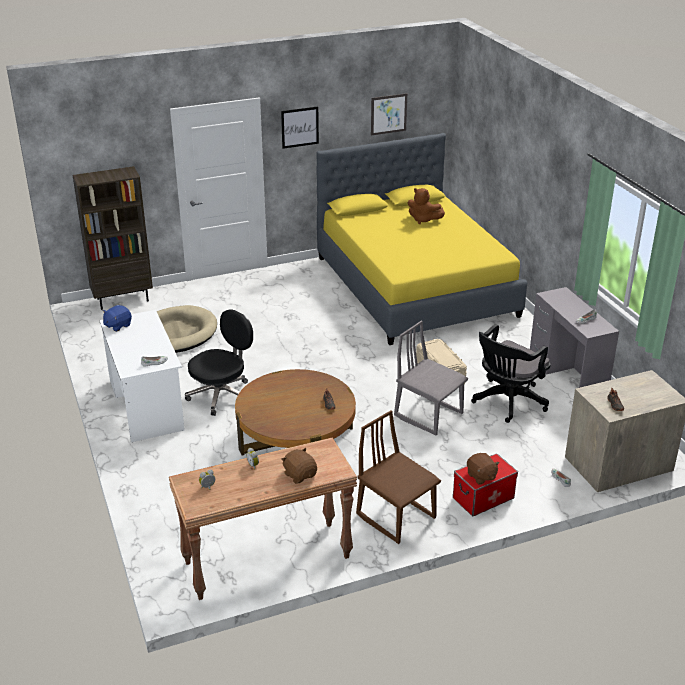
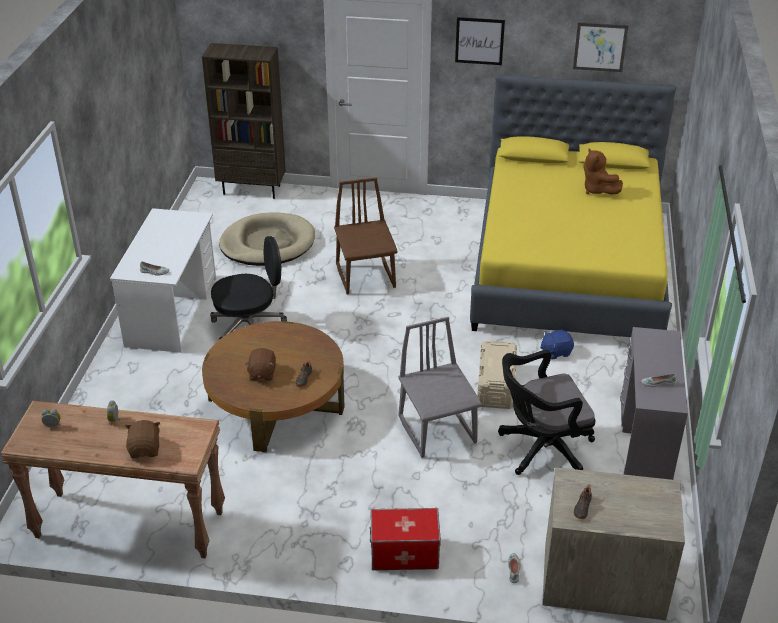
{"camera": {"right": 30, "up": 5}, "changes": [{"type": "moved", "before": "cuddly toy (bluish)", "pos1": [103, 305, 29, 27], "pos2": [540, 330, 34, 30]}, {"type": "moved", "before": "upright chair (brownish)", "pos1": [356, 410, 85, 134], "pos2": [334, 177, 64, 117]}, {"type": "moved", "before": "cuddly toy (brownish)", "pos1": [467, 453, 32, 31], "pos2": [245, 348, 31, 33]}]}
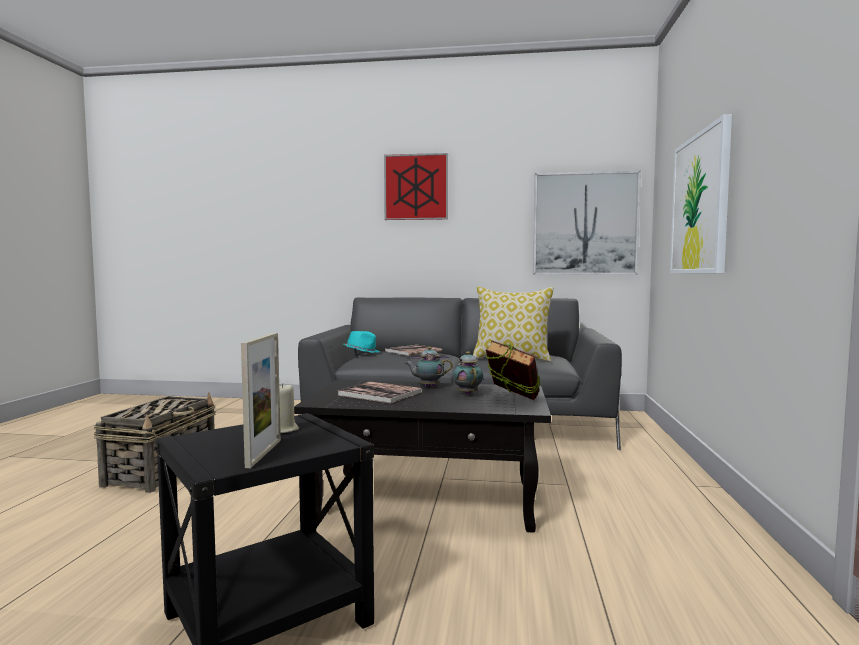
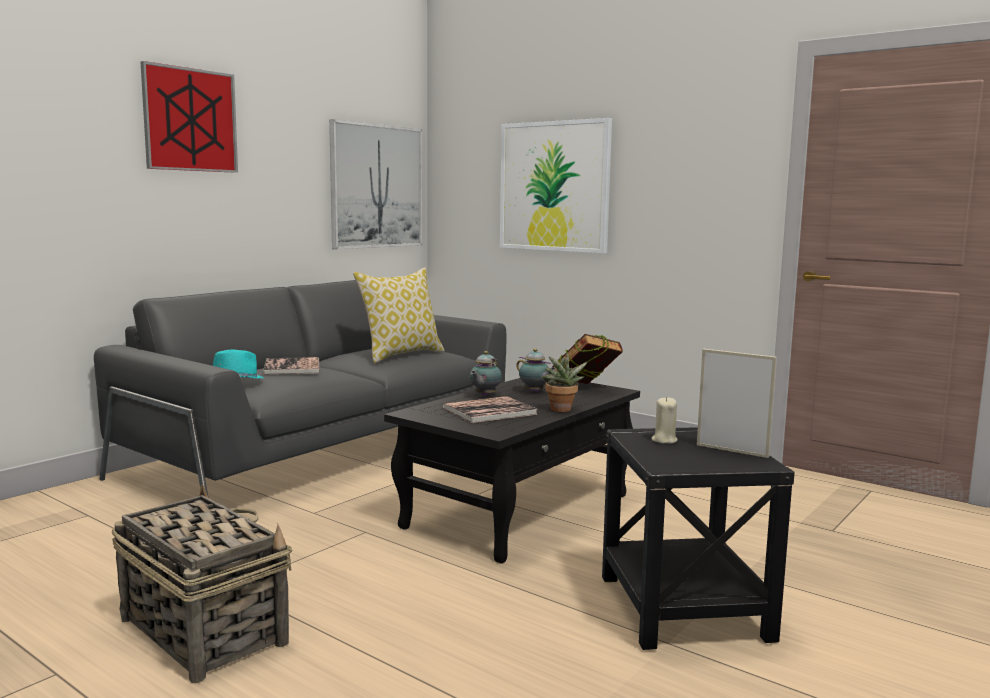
{"camera": {"right": -60, "up": 5}, "changes": [{"type": "added", "after": "plant in a pot", "pos2": [542, 352, 45, 60]}, {"type": "turned", "before": "tea pot", "pos1": [453, 351, 30, 44], "pos2": [516, 348, 40, 45], "turn": -150}]}
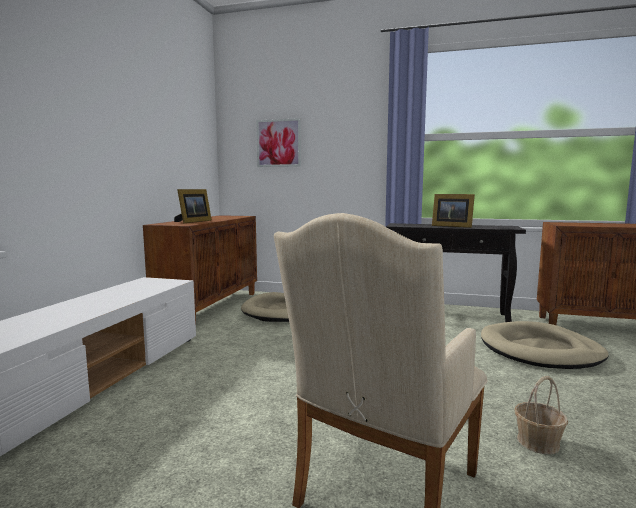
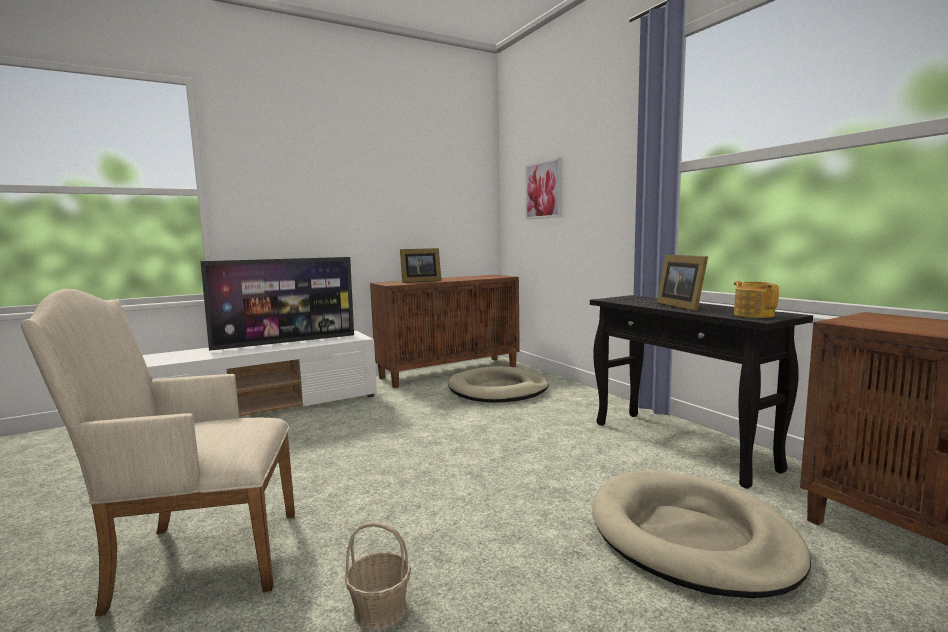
{"camera": {"right": 45, "up": 0}, "changes": [{"type": "added", "after": "television", "pos2": [201, 257, 153, 94]}, {"type": "added", "after": "tea pot", "pos2": [734, 281, 45, 37]}]}
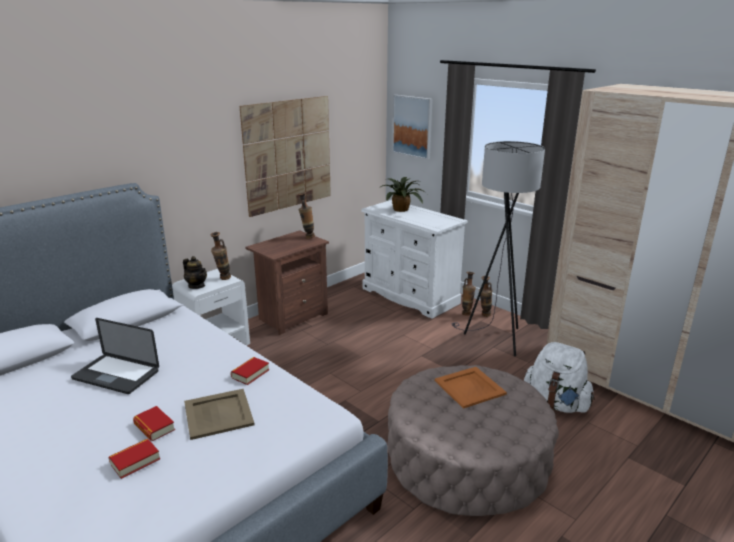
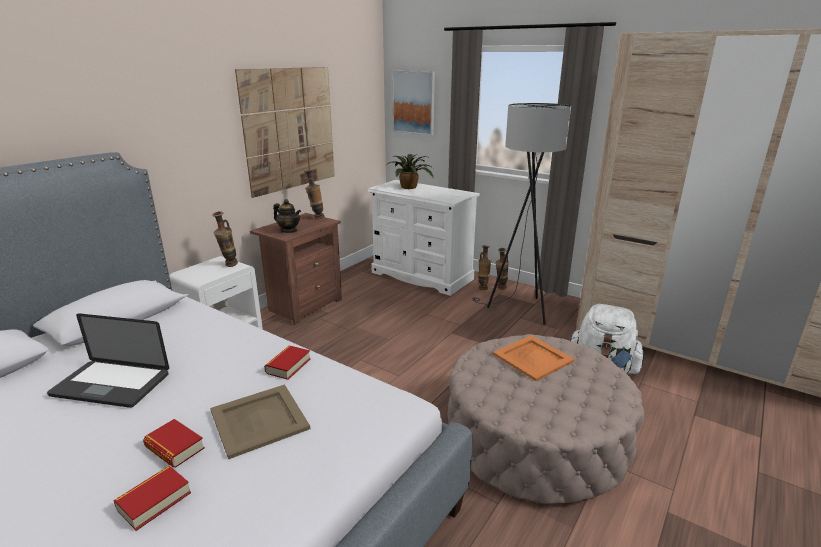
{"camera": {"right": -10, "up": 0}, "changes": [{"type": "moved", "before": "tea pot", "pos1": [183, 256, 24, 33], "pos2": [273, 199, 28, 34]}]}
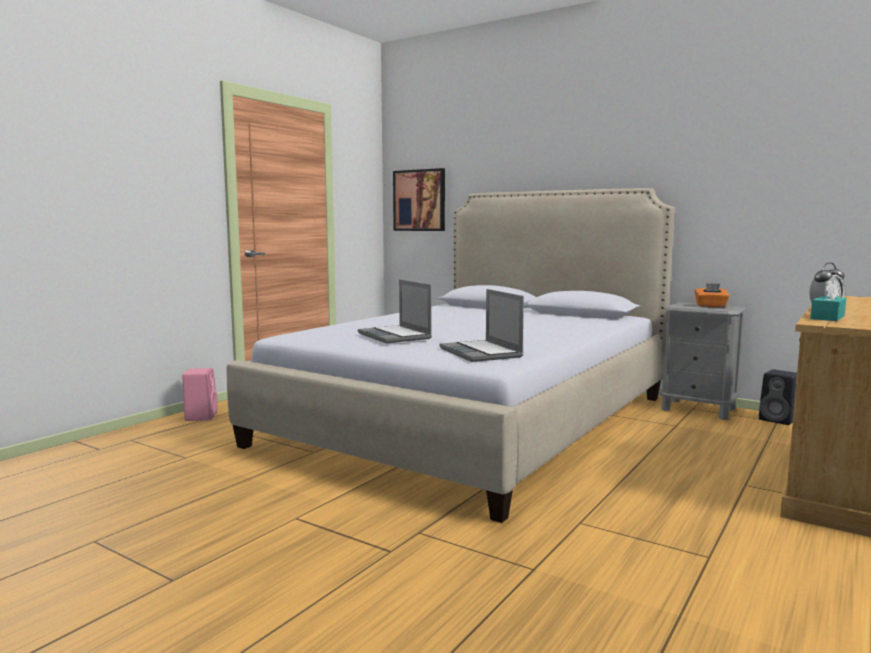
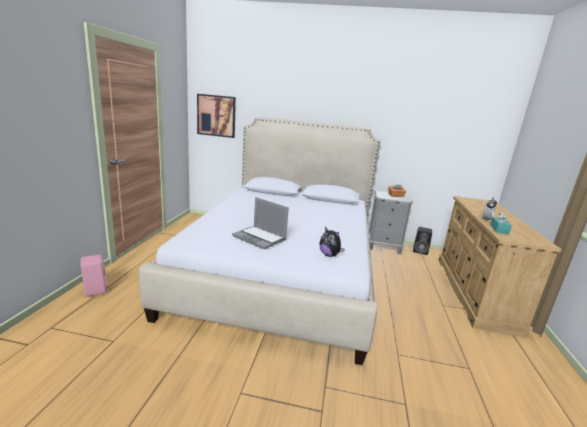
{"camera": {"right": -25, "up": 10}, "changes": [{"type": "replaced", "before": "portable computer", "after": "cuddly toy", "pos1": [439, 289, 85, 73], "pos2": [320, 227, 25, 30]}]}
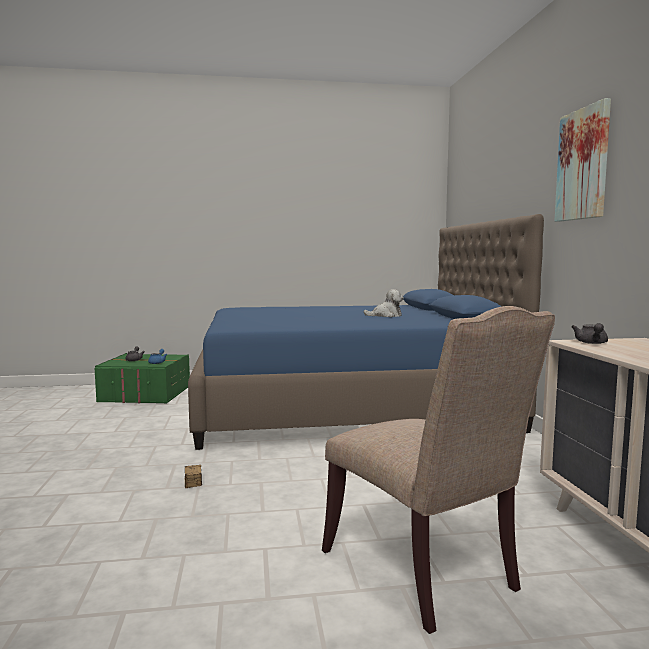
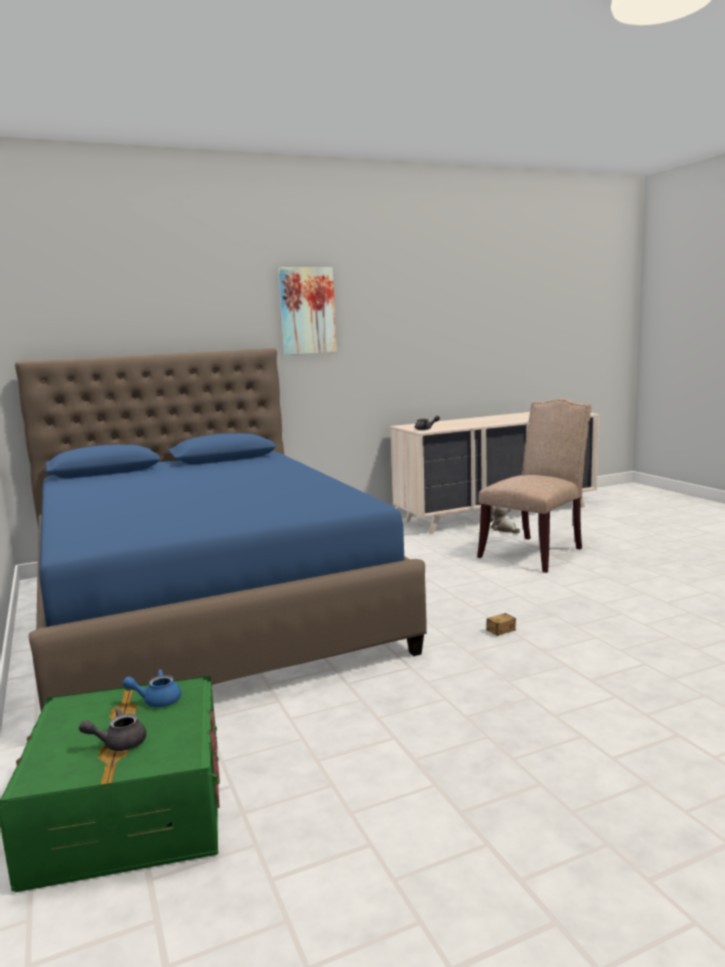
{"camera": {"right": -105, "up": 5}, "changes": [{"type": "moved", "before": "cuddly toy", "pos1": [363, 289, 41, 28], "pos2": [490, 506, 30, 28]}]}
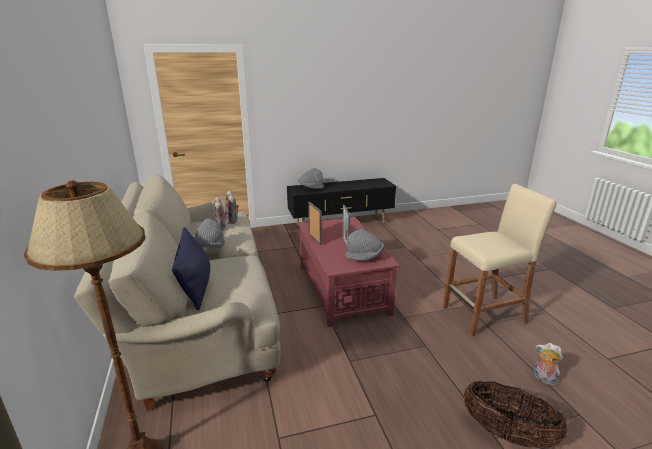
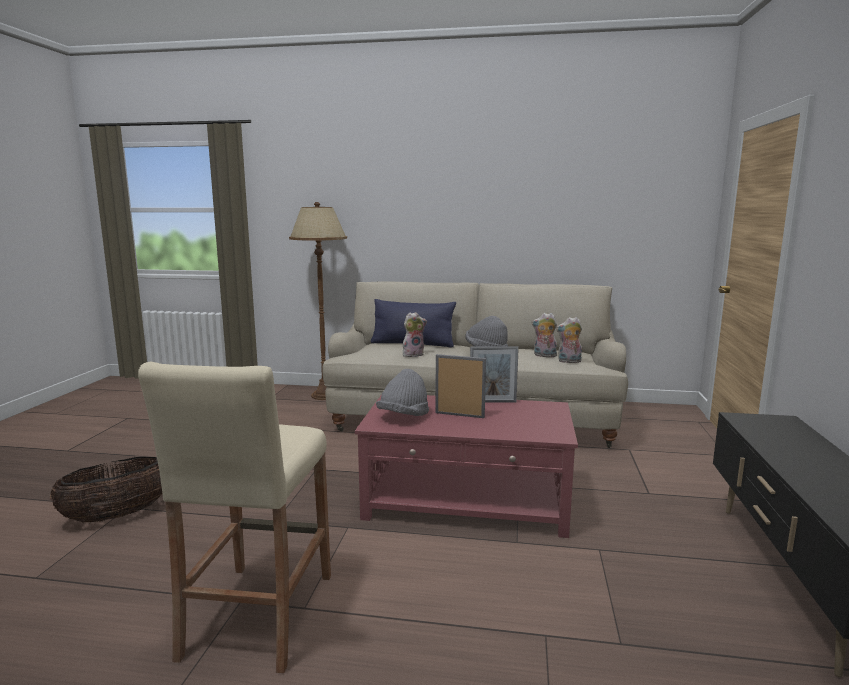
{"camera": {"right": 115, "up": -10}, "changes": [{"type": "removed", "before": "clothing hat (gray)", "pos1": [298, 168, 26, 21]}, {"type": "moved", "before": "cuddly toy", "pos1": [534, 343, 29, 43], "pos2": [403, 312, 24, 45]}]}
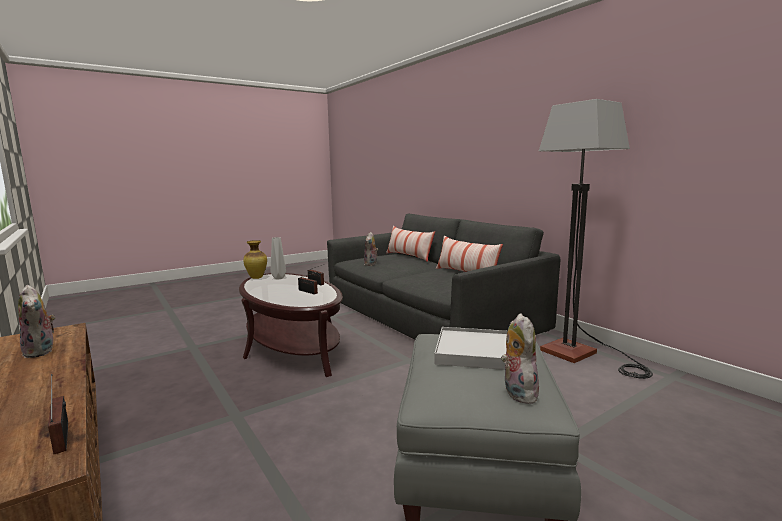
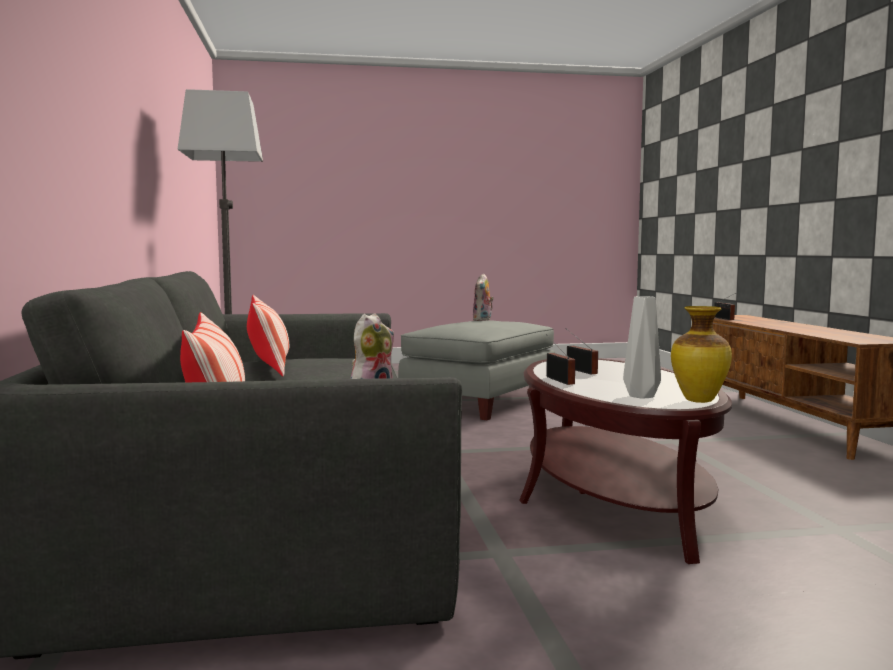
{"camera": {"right": -155, "up": -5}, "changes": [{"type": "removed", "before": "cuddly toy", "pos1": [18, 285, 37, 73]}, {"type": "removed", "before": "tray (white-coloured)", "pos1": [434, 327, 73, 43]}]}
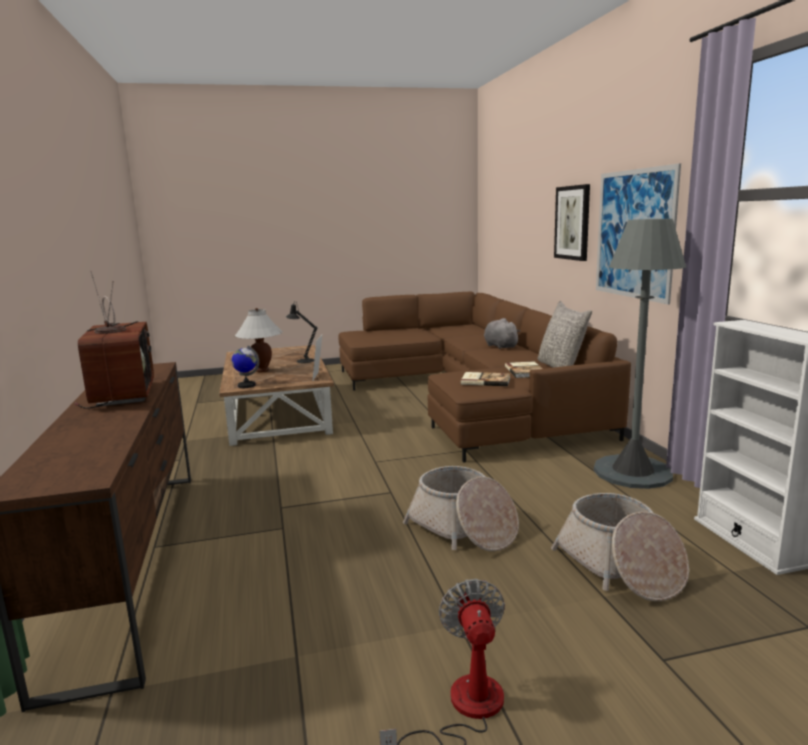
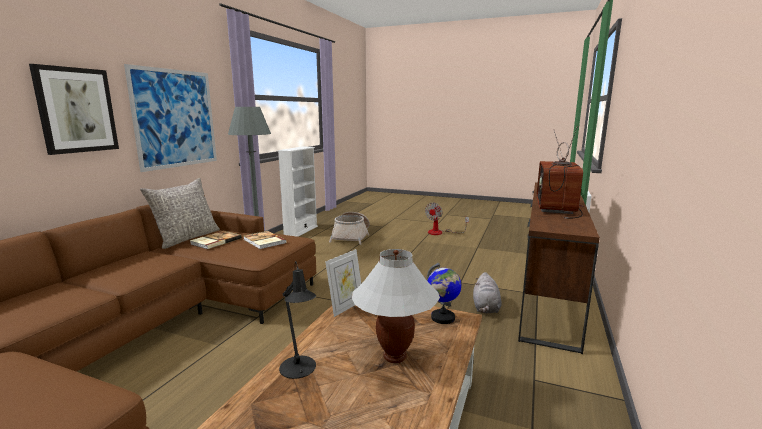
{"camera": {"right": -145, "up": 0}, "changes": [{"type": "removed", "before": "household basket", "pos1": [403, 466, 116, 85]}, {"type": "moved", "before": "cuddly toy (gray)", "pos1": [484, 318, 36, 31], "pos2": [473, 272, 28, 41]}]}
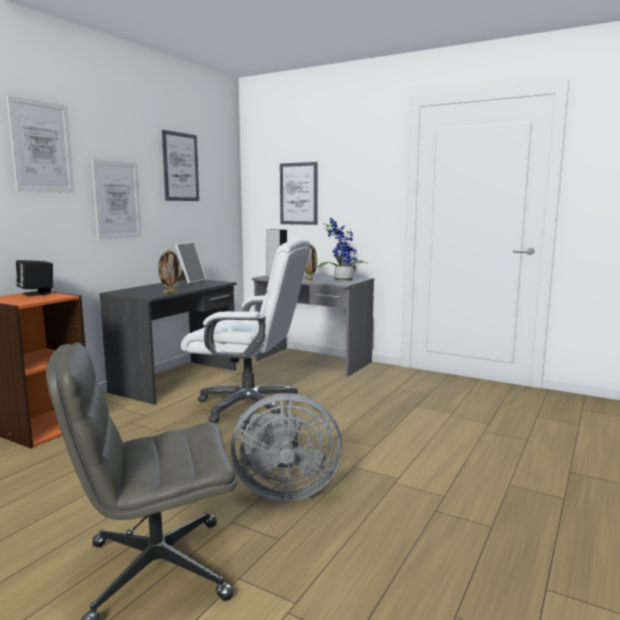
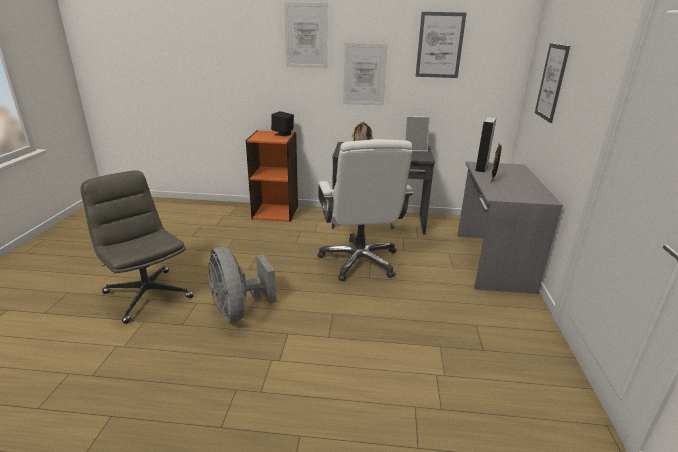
{"camera": {"right": 65, "up": 15}, "changes": [{"type": "removed", "before": "plant in a pot", "pos1": [317, 218, 50, 64]}]}
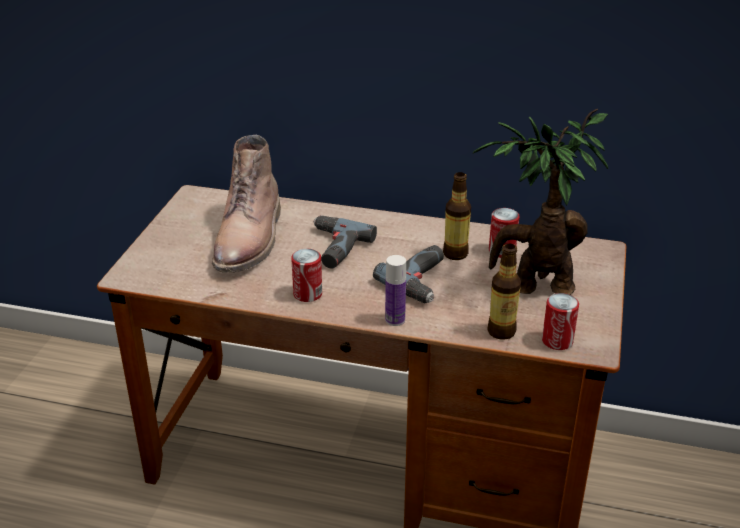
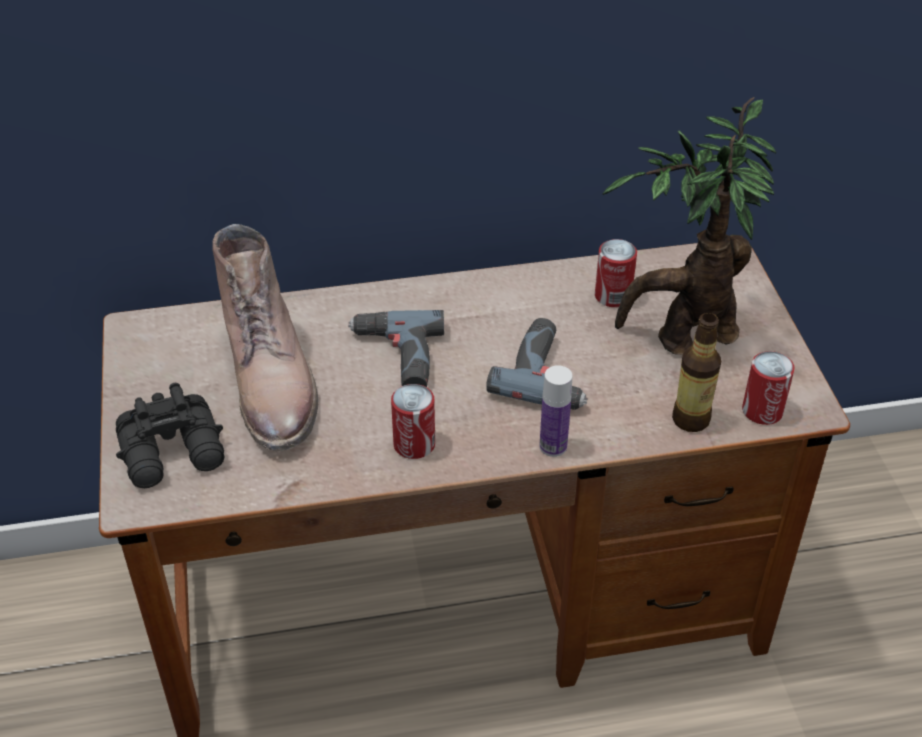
{"camera": {"right": -25, "up": 10}, "changes": [{"type": "removed", "before": "bottle", "pos1": [443, 172, 28, 88]}, {"type": "added", "after": "binoculars (black-coloured)", "pos2": [116, 383, 108, 105]}]}
